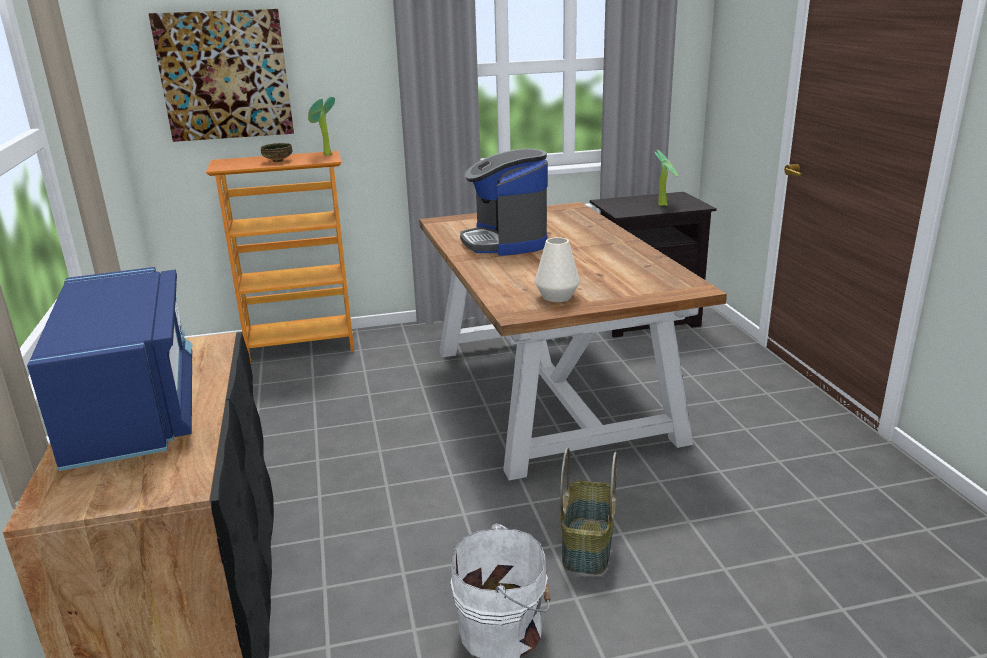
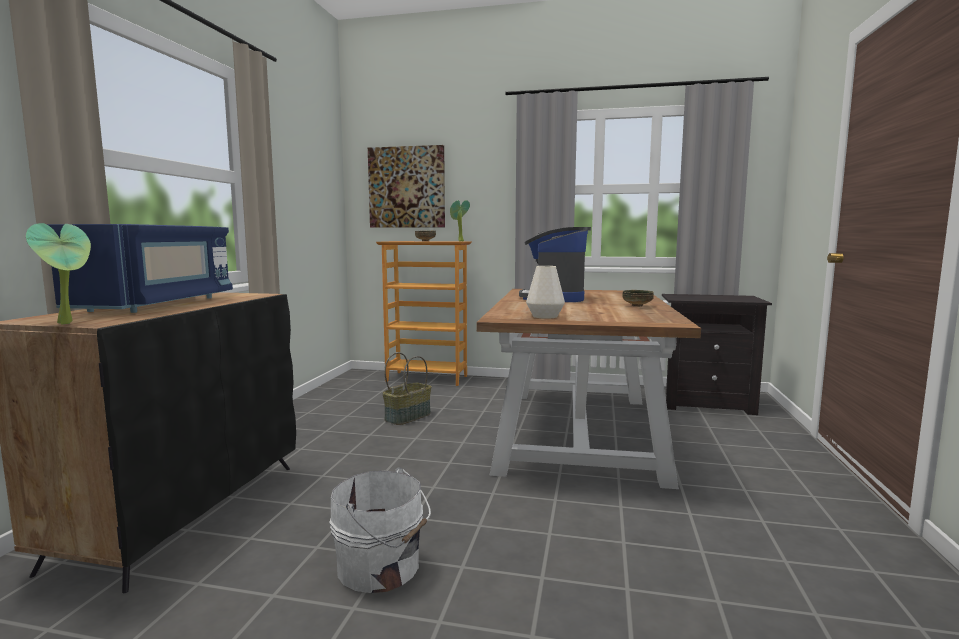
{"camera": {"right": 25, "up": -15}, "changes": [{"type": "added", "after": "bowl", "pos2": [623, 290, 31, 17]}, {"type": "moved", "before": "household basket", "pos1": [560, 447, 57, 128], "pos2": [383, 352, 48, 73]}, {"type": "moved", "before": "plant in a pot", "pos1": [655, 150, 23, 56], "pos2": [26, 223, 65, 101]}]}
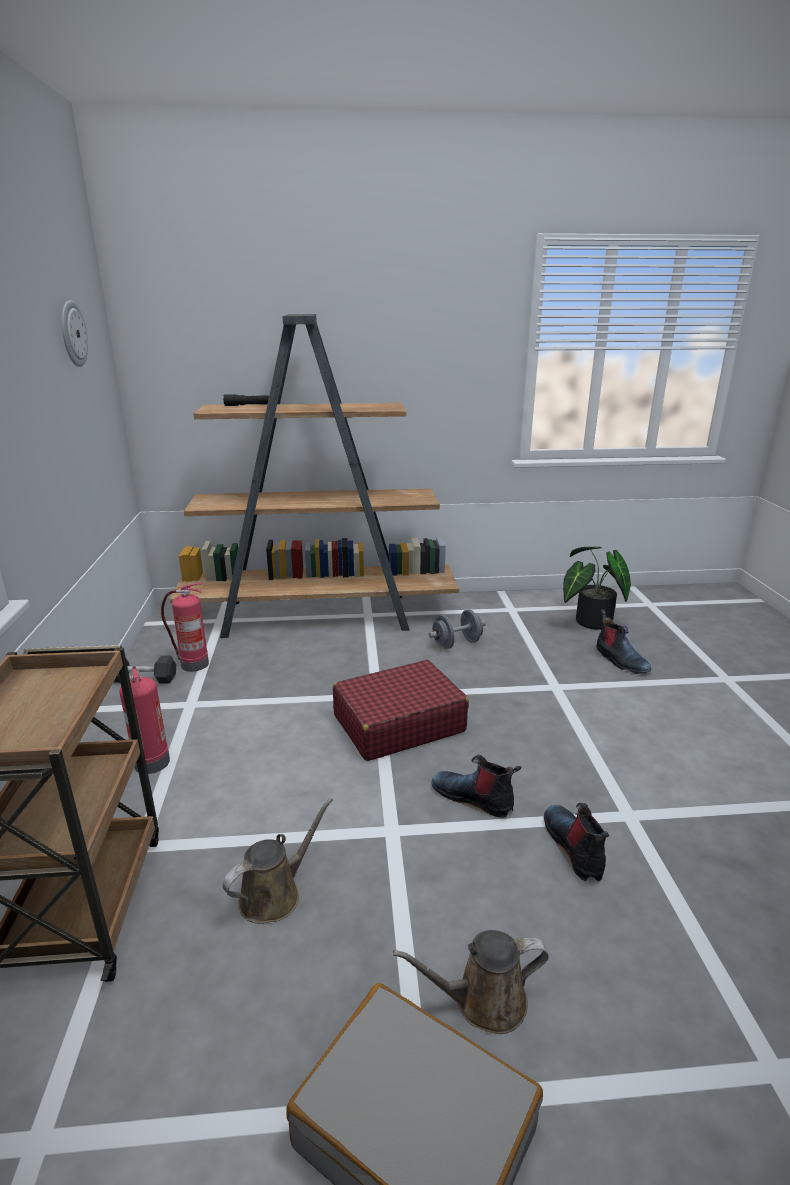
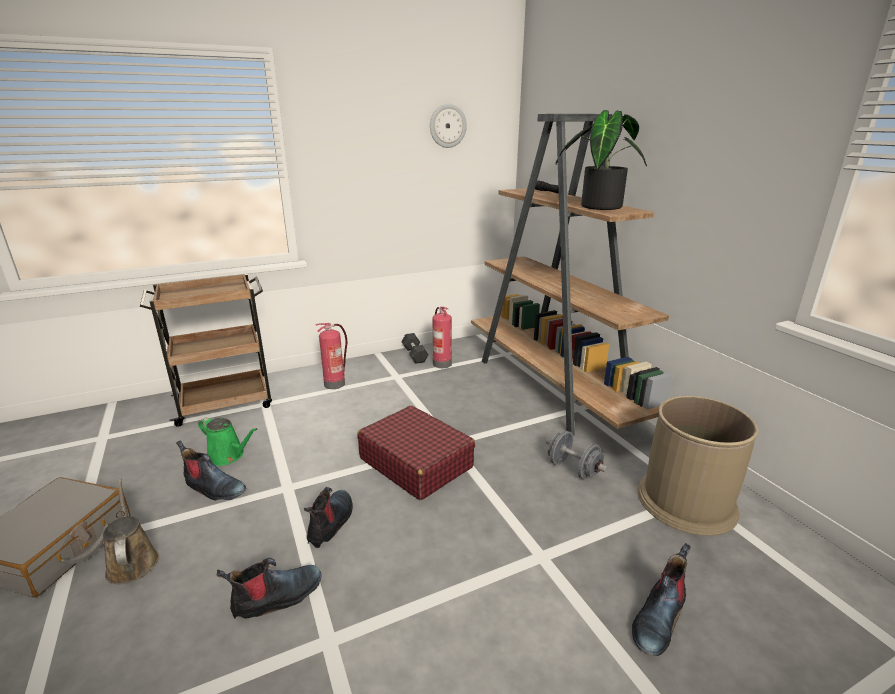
{"camera": {"right": 70, "up": 0}, "changes": [{"type": "added", "after": "tall boot", "pos2": [176, 440, 70, 61]}, {"type": "added", "after": "waste bin (brownish)", "pos2": [637, 396, 121, 140]}, {"type": "moved", "before": "plant in a pot", "pos1": [563, 547, 68, 83], "pos2": [556, 110, 91, 100]}, {"type": "recoloured", "before": "watering can (brownish)", "after": "watering can (green-coloured)", "pos1": [223, 798, 110, 126], "pos2": [198, 417, 60, 49]}]}
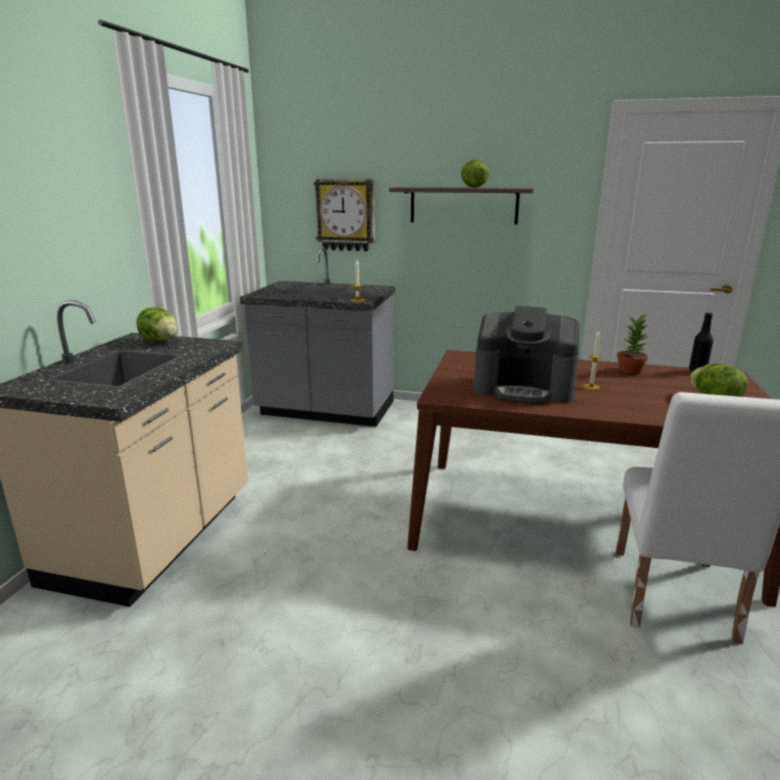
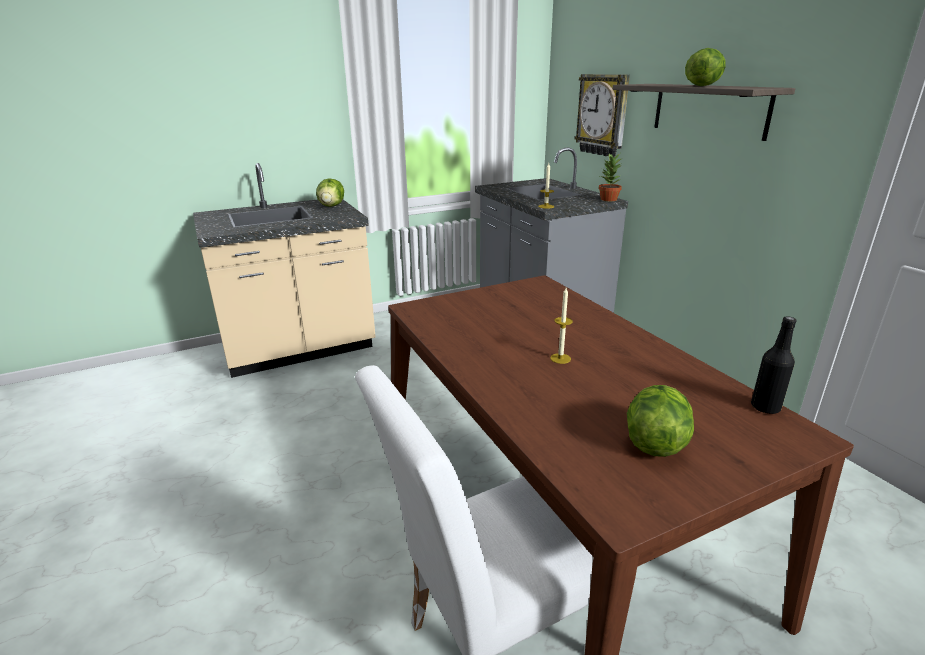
{"camera": {"right": 50, "up": 5}, "changes": [{"type": "removed", "before": "coffee maker", "pos1": [474, 306, 105, 98]}, {"type": "moved", "before": "plant in a pot", "pos1": [617, 314, 34, 61], "pos2": [598, 153, 24, 48]}]}
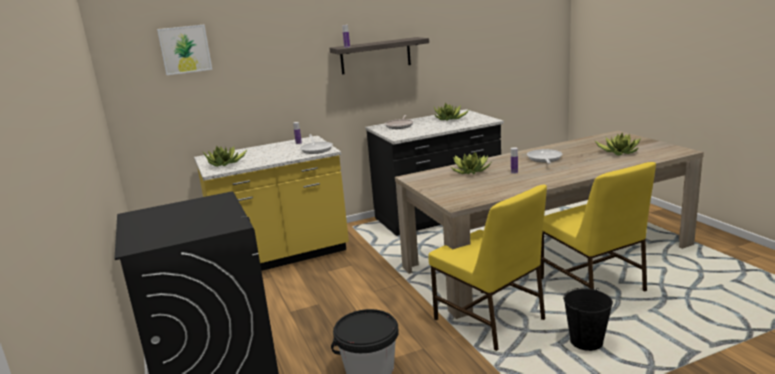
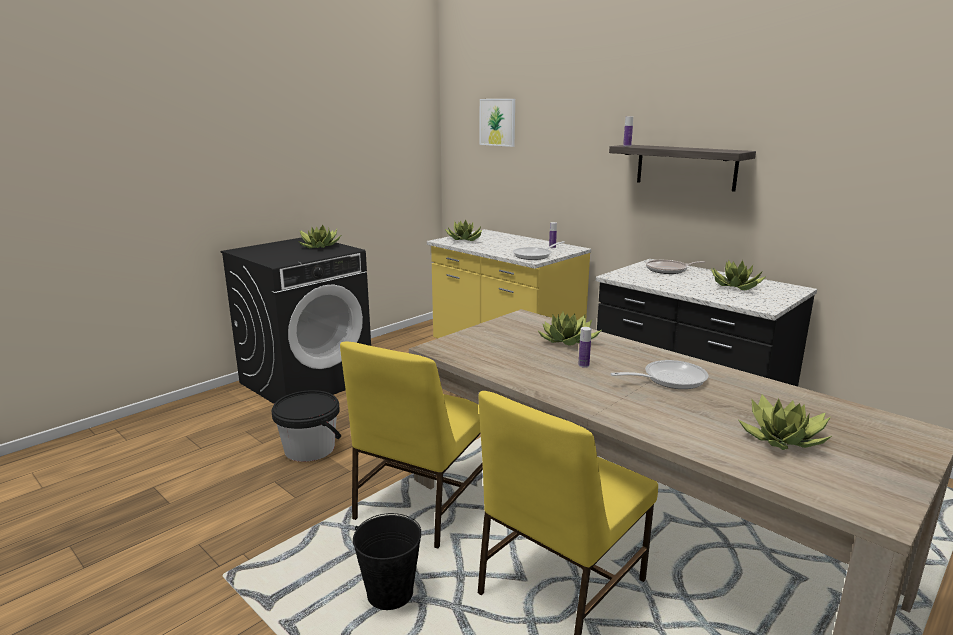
{"camera": {"right": 65, "up": 0}, "changes": [{"type": "added", "after": "plant in a pot", "pos2": [297, 225, 44, 23]}]}
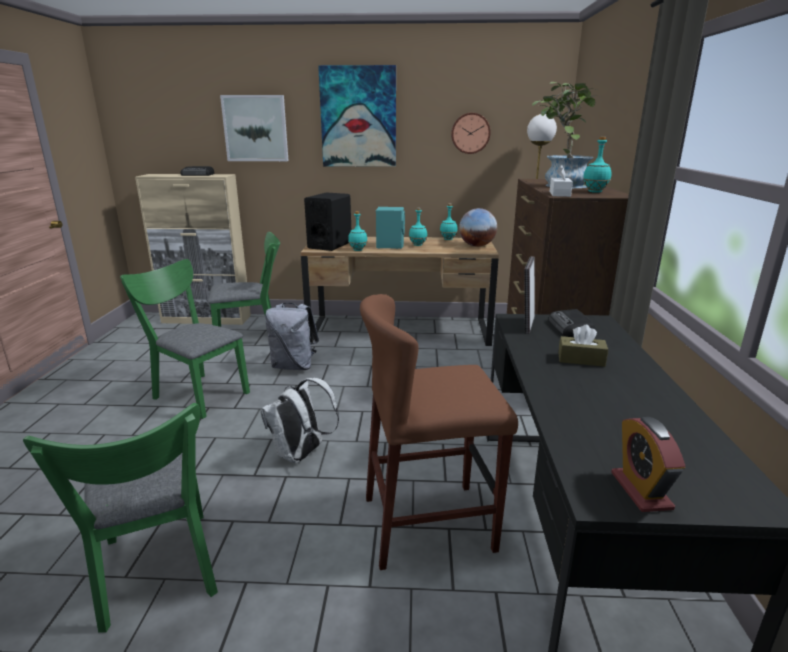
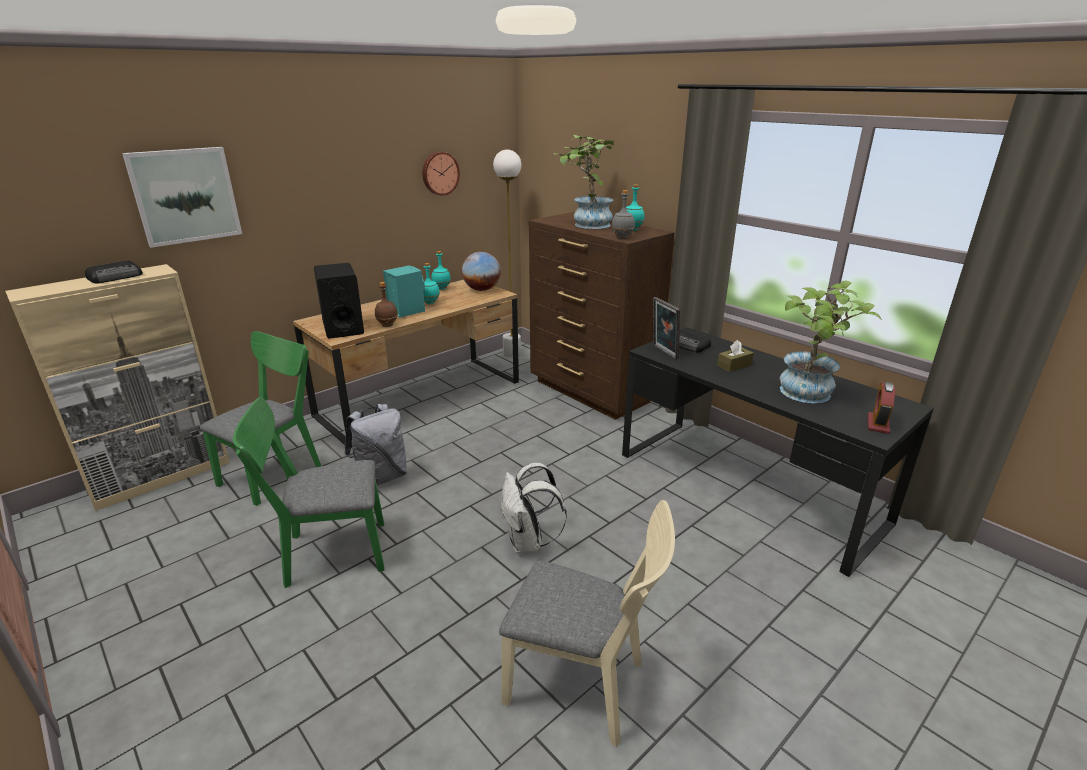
{"camera": {"right": -45, "up": 5}, "changes": [{"type": "removed", "before": "picture", "pos1": [318, 65, 78, 102]}, {"type": "removed", "before": "stool seat (brownish)", "pos1": [360, 294, 158, 276]}, {"type": "added", "after": "plant in a pot", "pos2": [780, 280, 102, 123]}, {"type": "replaced", "before": "box of tissues (white-coloured)", "after": "bottle (gray)", "pos1": [550, 165, 23, 32], "pos2": [611, 190, 24, 49]}, {"type": "recoloured", "before": "upright chair (green-coloured)", "after": "upright chair (beige-coloured)", "pos1": [23, 403, 195, 230], "pos2": [499, 500, 176, 247]}, {"type": "recoloured", "before": "bottle (blue-green)", "after": "bottle (brownish)", "pos1": [348, 211, 20, 40], "pos2": [375, 282, 23, 45]}, {"type": "turned", "before": "bedside clock", "pos1": [611, 417, 75, 95], "pos2": [868, 382, 27, 52], "turn": 75}]}
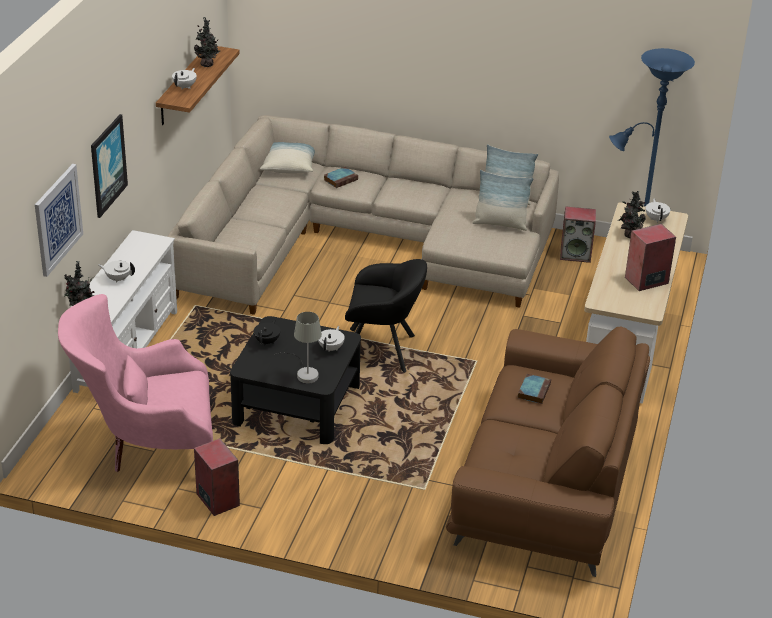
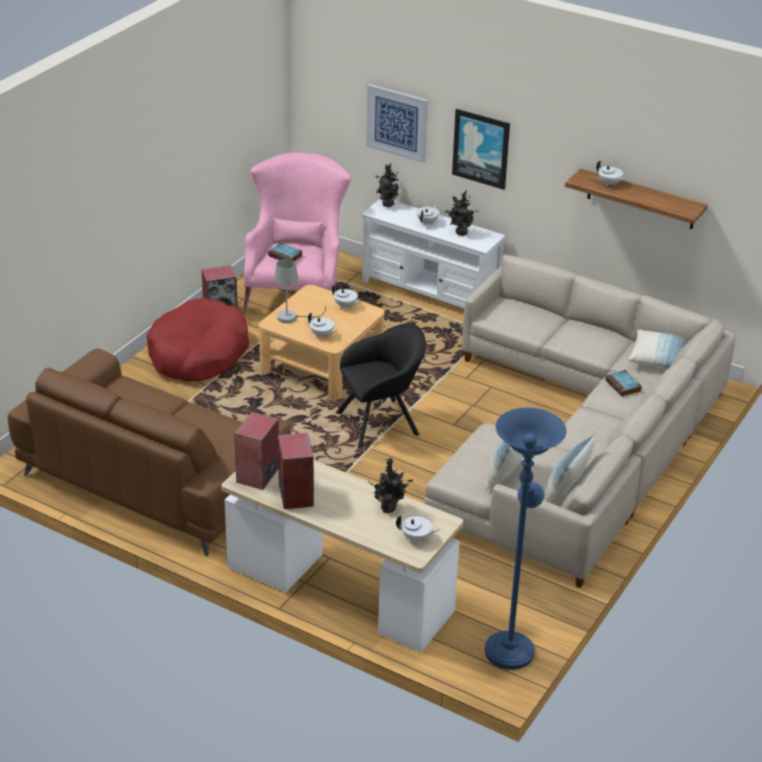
{"camera": {"right": 105, "up": 0}, "changes": [{"type": "added", "after": "dog cushion (reddish)", "pos2": [146, 298, 103, 83]}, {"type": "moved", "before": "plant in a pot", "pos1": [194, 17, 27, 50], "pos2": [445, 190, 33, 46]}, {"type": "moved", "before": "volume", "pos1": [518, 374, 33, 30], "pos2": [268, 243, 34, 18]}, {"type": "moved", "before": "audio speaker", "pos1": [560, 206, 36, 57], "pos2": [234, 412, 45, 78]}, {"type": "recoloured", "before": "coffee table (black-coloured)", "after": "coffee table (beige-coloured)", "pos1": [230, 316, 131, 128], "pos2": [259, 285, 126, 115]}, {"type": "recoloured", "before": "tea pot (black-coloured)", "after": "tea pot (white-coloured)", "pos1": [254, 319, 26, 26], "pos2": [332, 284, 29, 25]}, {"type": "turned", "before": "lounge chair (black-coloured)", "pos1": [345, 259, 82, 113], "pos2": [336, 323, 90, 125], "turn": -135}]}
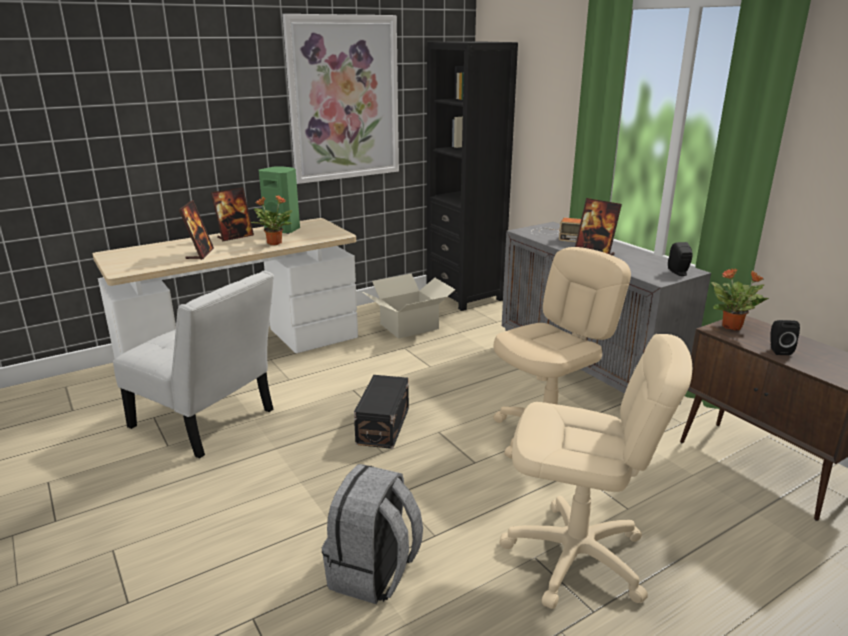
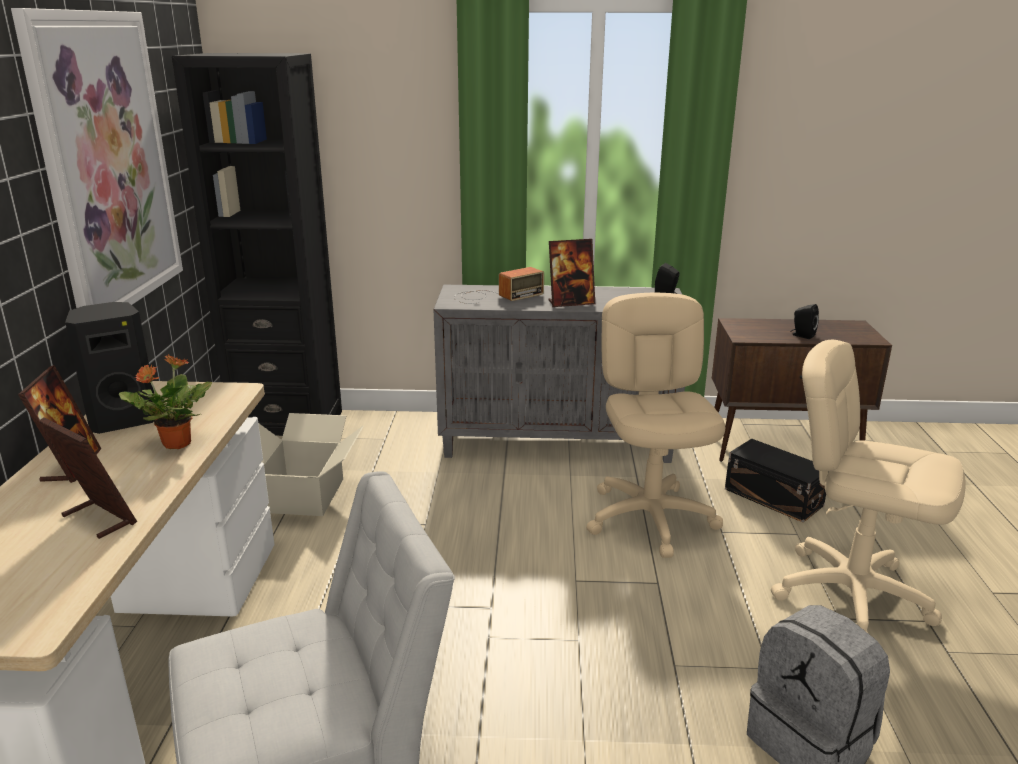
{"camera": {"right": -55, "up": 0}, "changes": [{"type": "removed", "before": "plant in a pot", "pos1": [711, 267, 58, 64]}, {"type": "moved", "before": "storage box (black-coloured)", "pos1": [354, 375, 55, 74], "pos2": [725, 439, 104, 84]}, {"type": "recoloured", "before": "audio speaker (green-coloured)", "after": "audio speaker (black-coloured)", "pos1": [259, 166, 41, 68], "pos2": [65, 302, 89, 132]}, {"type": "turned", "before": "desk chair (beige-coloured)", "pos1": [499, 334, 193, 275], "pos2": [771, 340, 195, 294], "turn": -105}]}
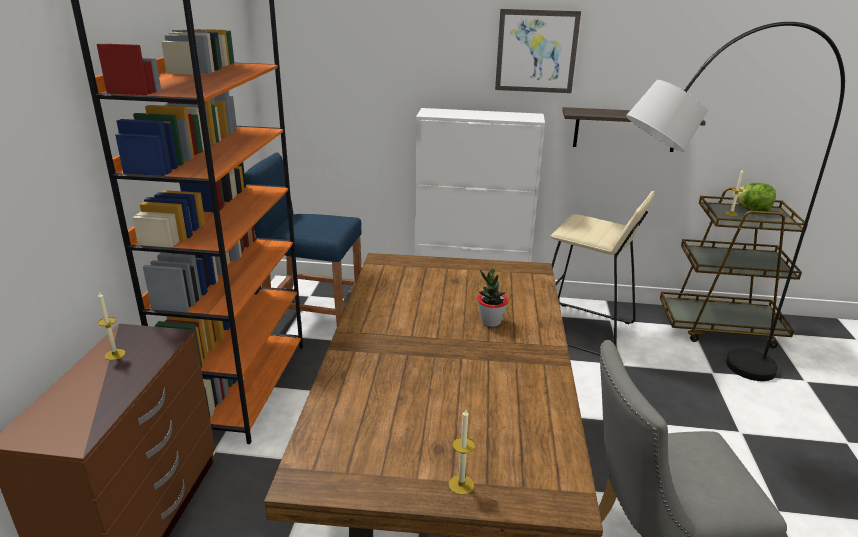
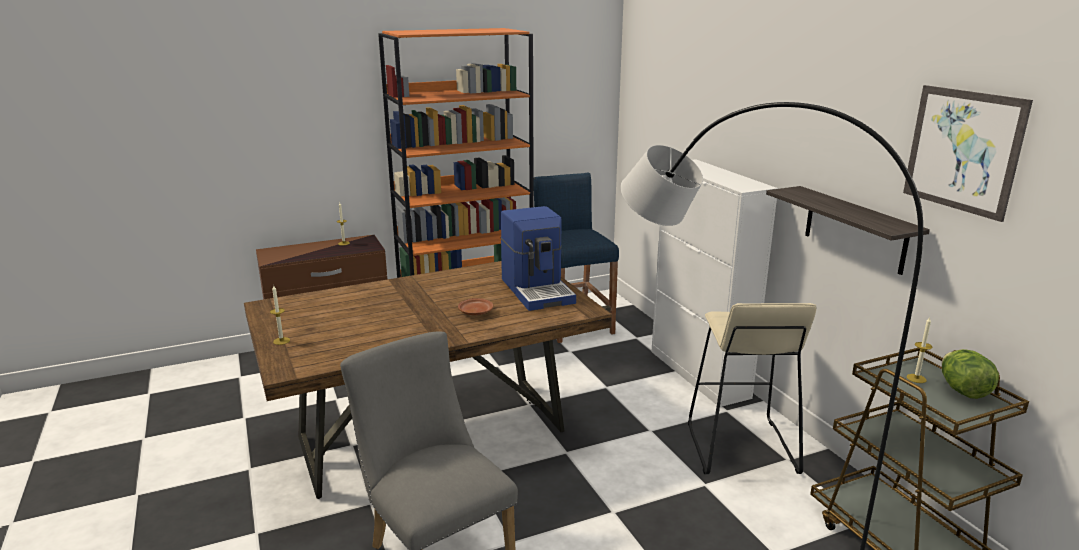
{"camera": {"right": 60, "up": -5}, "changes": [{"type": "added", "after": "coffee maker", "pos2": [500, 206, 76, 105]}, {"type": "moved", "before": "picture", "pos1": [495, 9, 86, 84], "pos2": [903, 85, 130, 137]}, {"type": "replaced", "before": "plant in a pot", "after": "flat dish (brownish)", "pos1": [477, 269, 32, 58], "pos2": [458, 298, 35, 18]}]}
